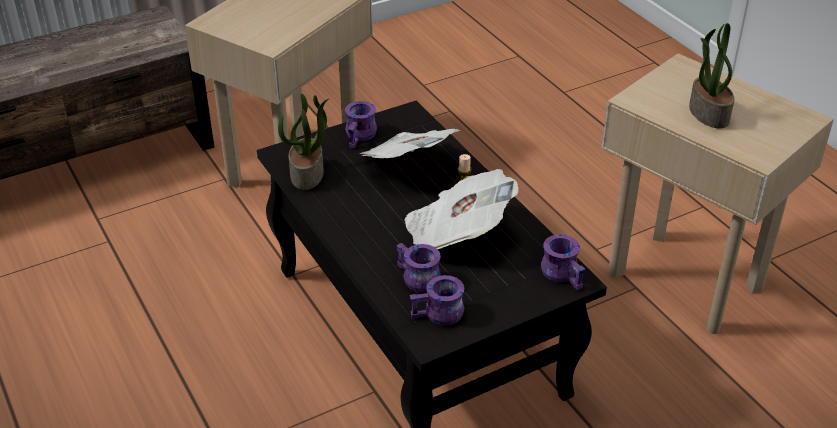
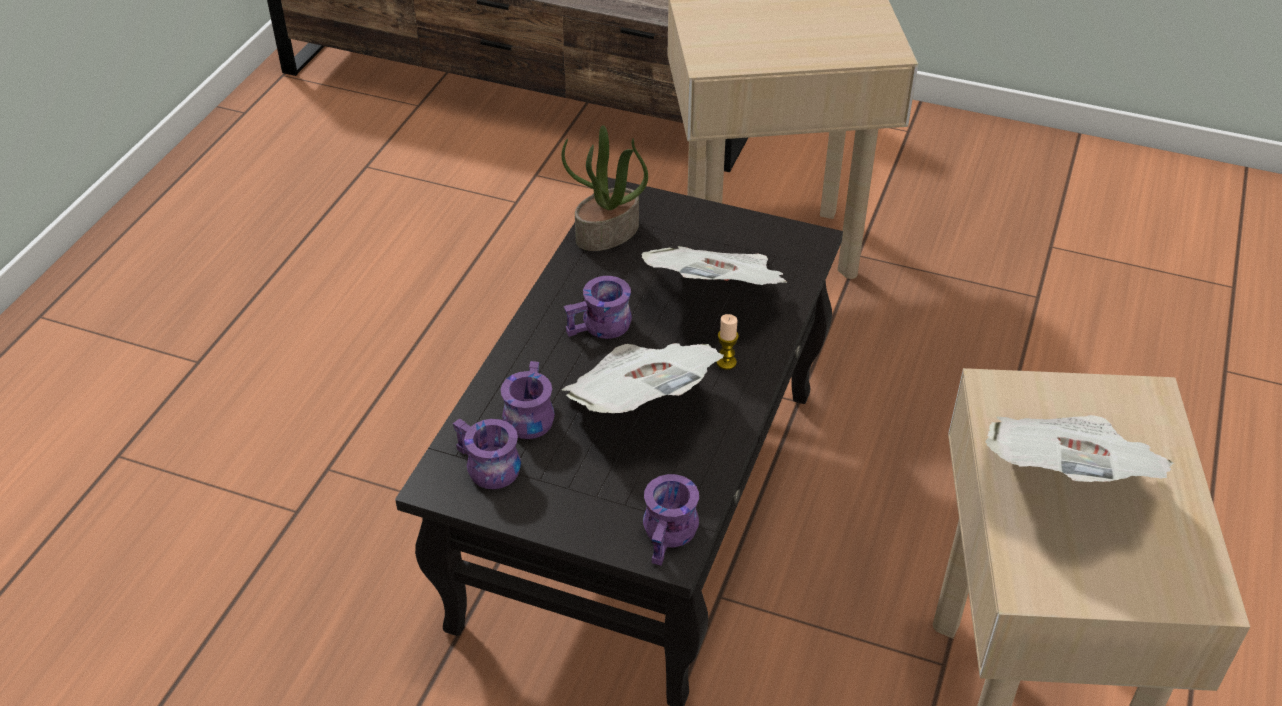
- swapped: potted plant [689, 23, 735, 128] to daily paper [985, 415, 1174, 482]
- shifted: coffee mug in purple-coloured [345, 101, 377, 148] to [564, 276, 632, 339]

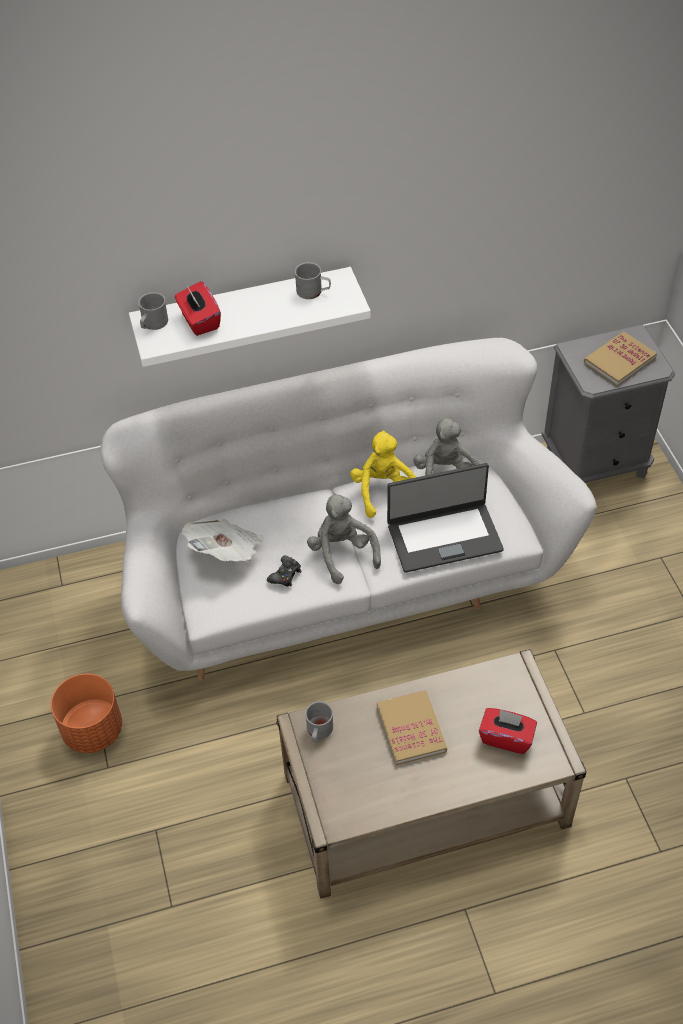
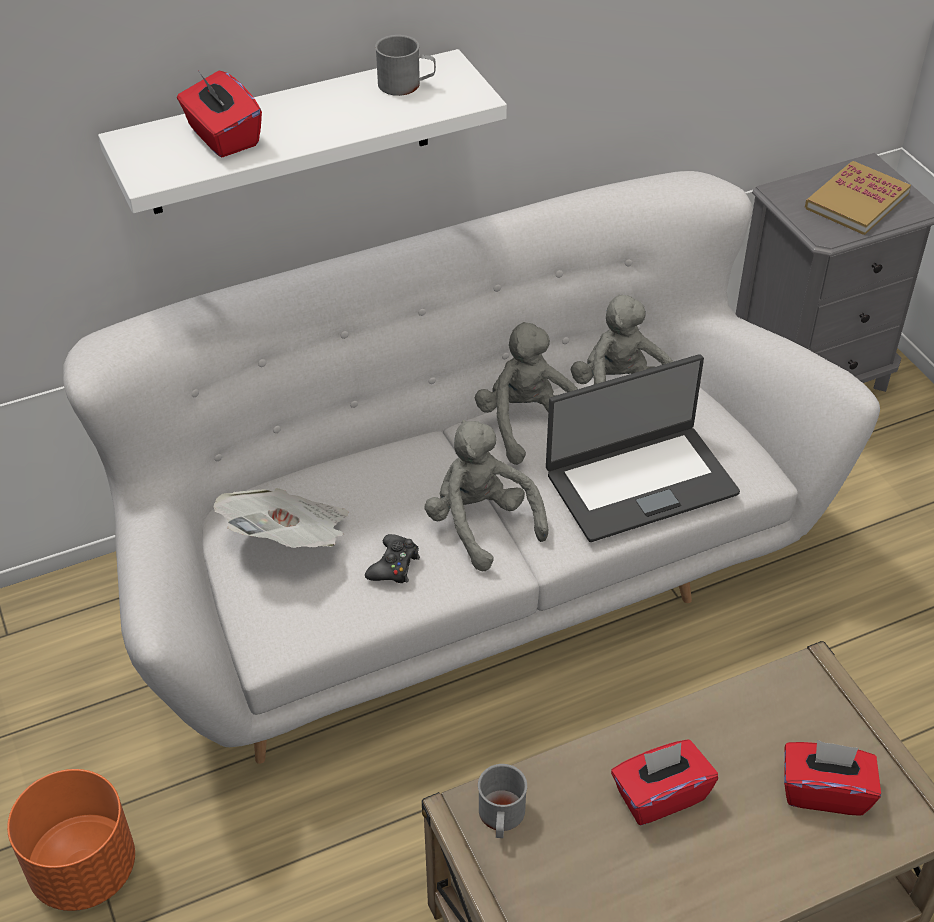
- gone: coffee mug in greyish [138, 292, 168, 330]
- repainted: soft toy in yellow-coloured [350, 430, 416, 518] to soft toy in greyish [475, 322, 578, 465]
- swapped: volume [377, 690, 447, 765] to tissue box in reddish [611, 740, 718, 825]

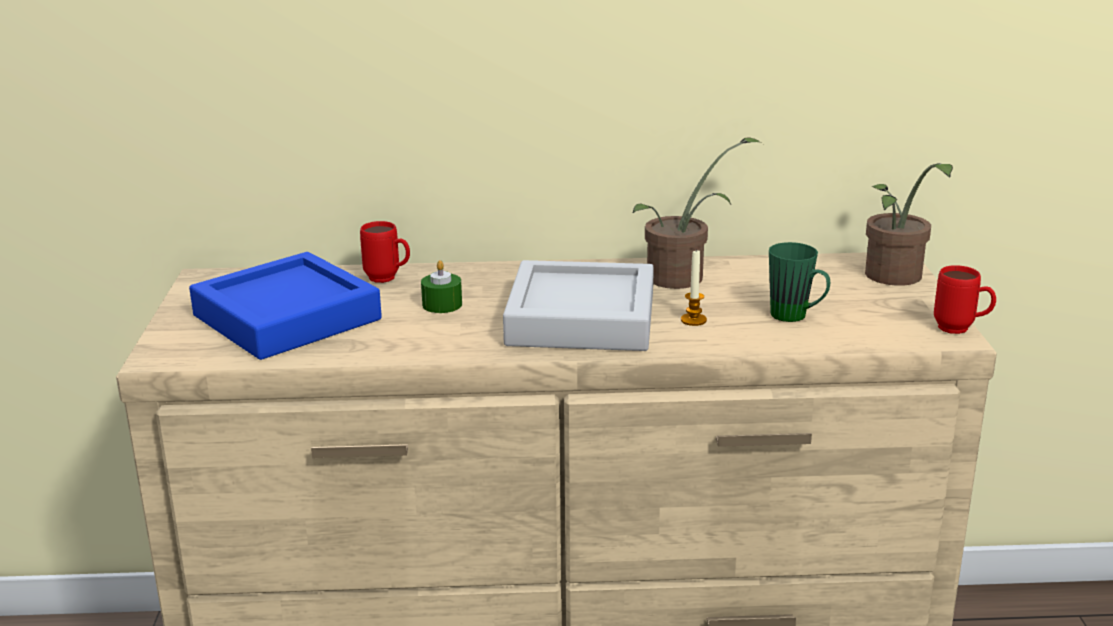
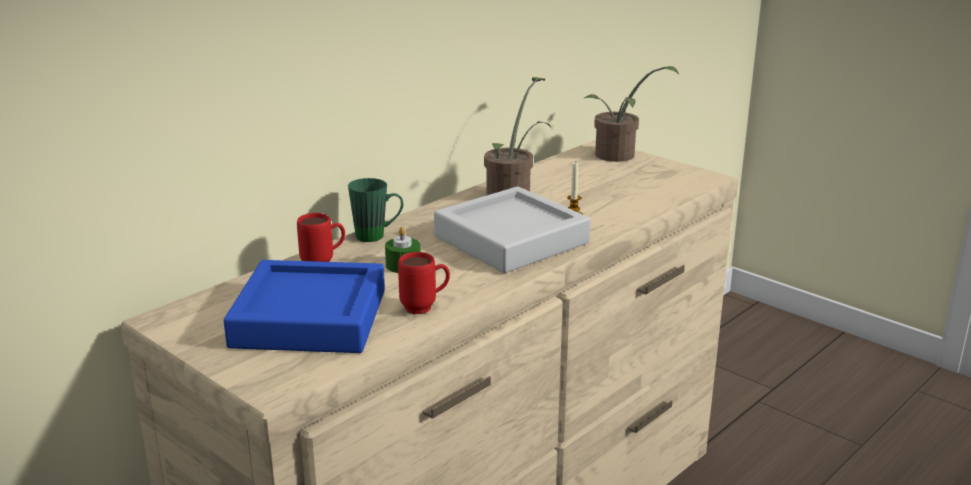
- shifted: coffee mug in green-coloured [769, 242, 830, 322] to [348, 178, 403, 242]
- shifted: coffee mug in reddish [934, 265, 996, 334] to [398, 252, 450, 314]

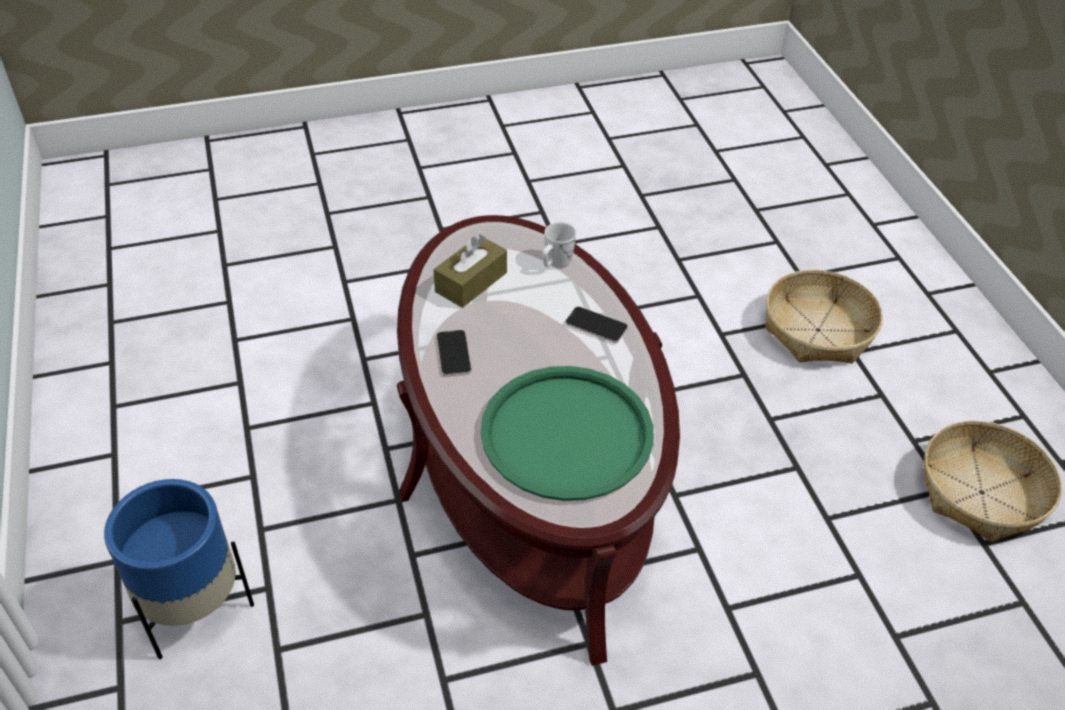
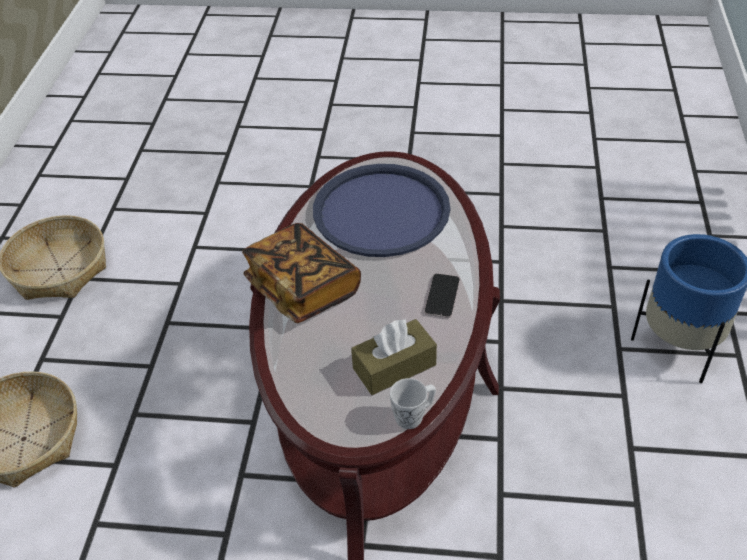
- shifted: coffee mug in white [542, 222, 576, 268] to [390, 378, 436, 429]
- swapped: phone [565, 306, 628, 343] to volume [242, 223, 361, 323]
- repainted: carrying tray in green-coloured [481, 366, 654, 501] to carrying tray in blue [313, 164, 450, 257]

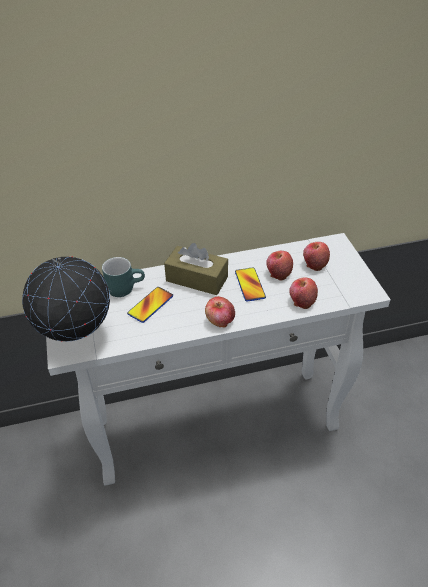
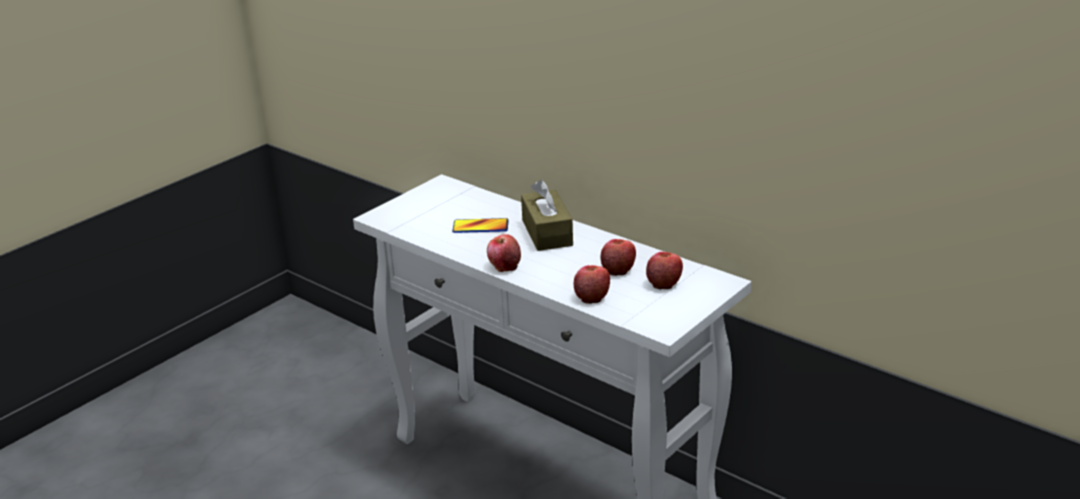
- gone: globe [22, 257, 110, 342]
- gone: coffee mug in blue-green [102, 257, 145, 297]
- gone: phone [235, 267, 266, 302]

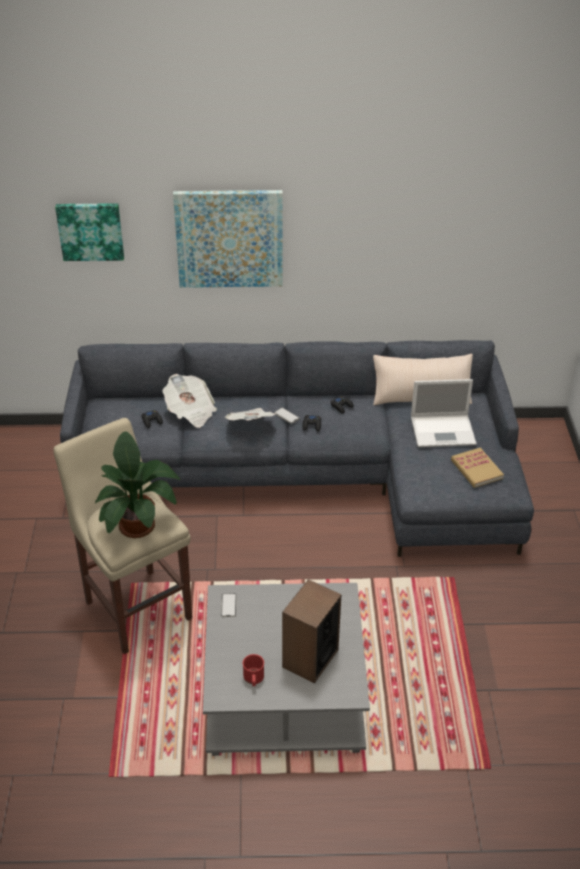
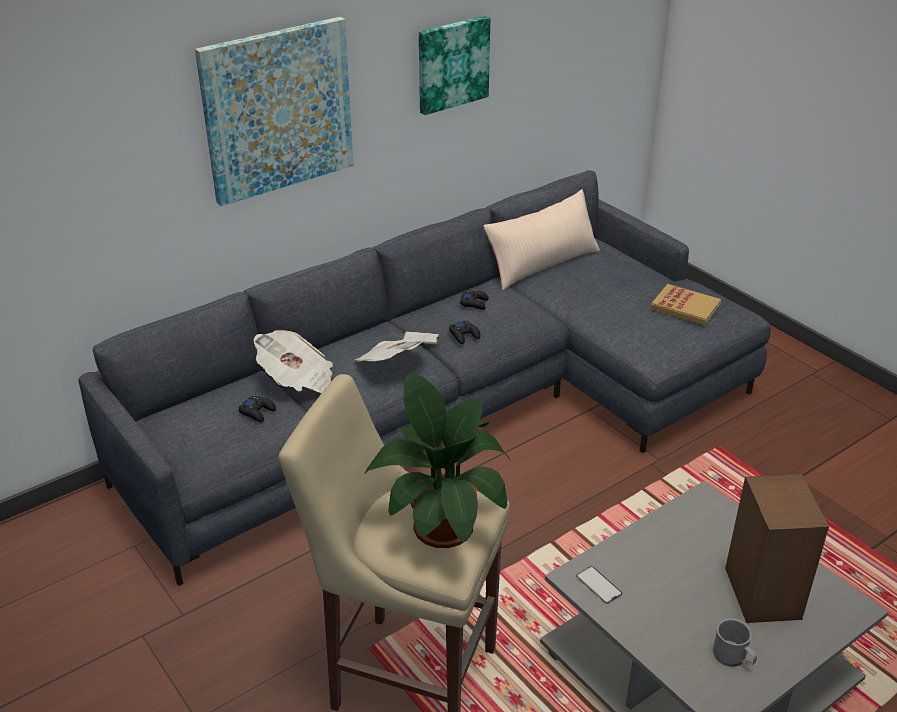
- shifted: wall picture [55, 203, 124, 261] to [419, 16, 490, 115]
- gone: portable computer [411, 379, 477, 447]
- repainted: coffee mug in reddish [243, 654, 264, 686] to coffee mug in greyish [713, 619, 757, 667]

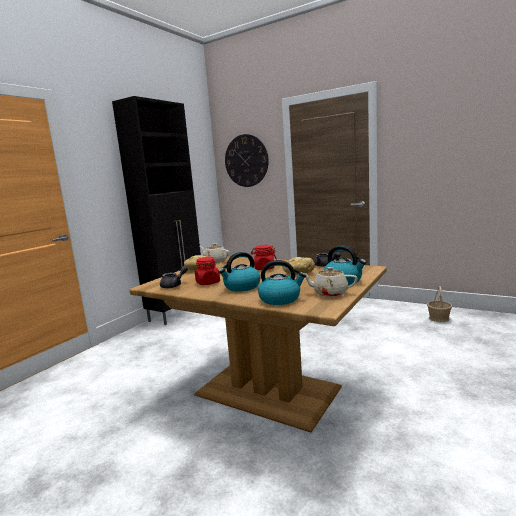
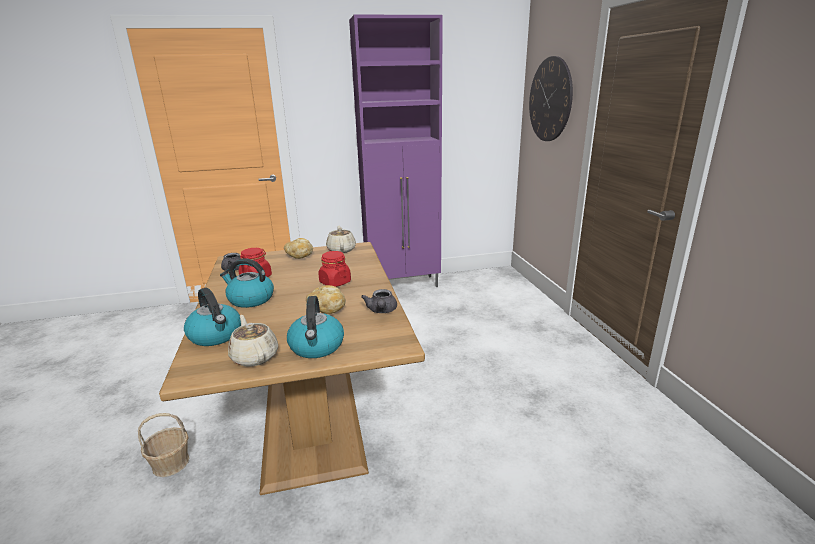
- repainted: cabinet in blackish [112, 96, 201, 325] to cabinet in purple-coloured [349, 14, 443, 287]
- shifted: basket [427, 286, 452, 322] to [138, 413, 189, 477]

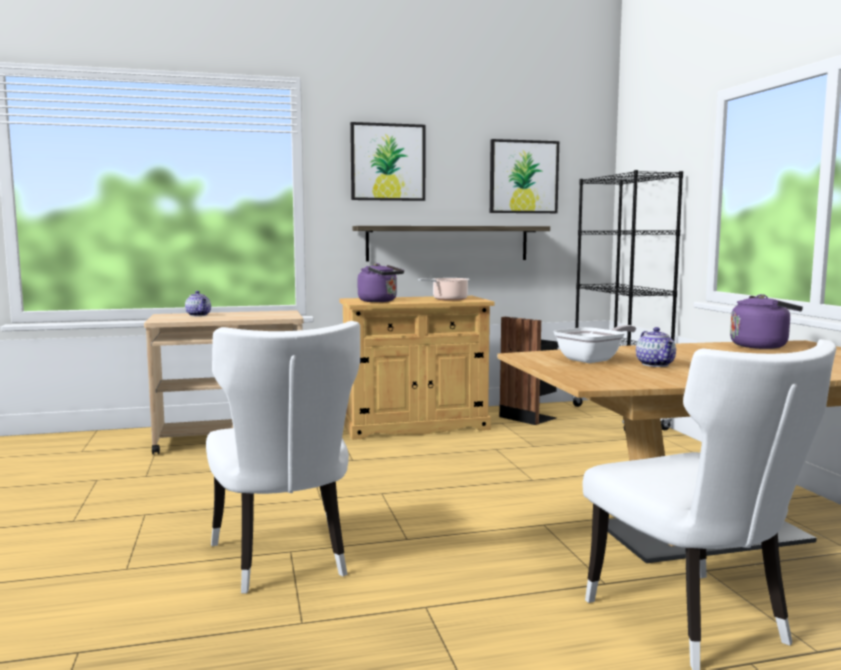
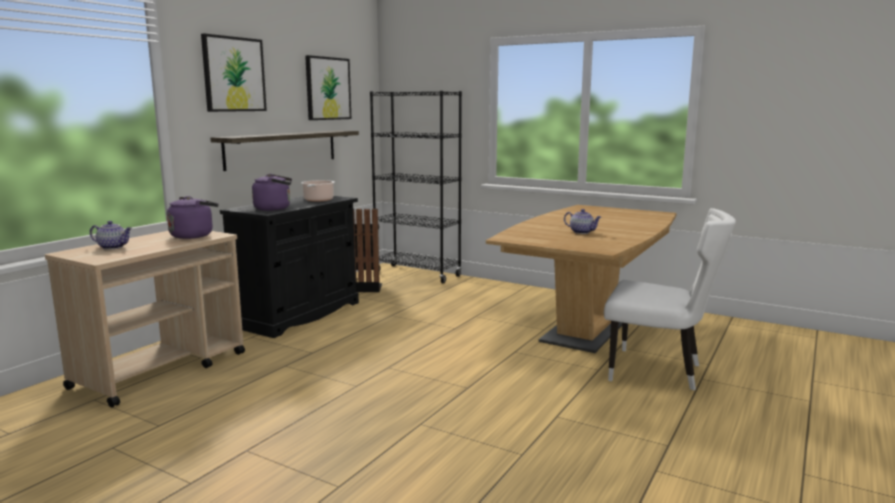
- shifted: tea kettle in purple-coloured [730, 294, 803, 349] to [167, 196, 219, 239]
- repainted: cabinet in beige [340, 296, 495, 440] to cabinet in blackish [220, 196, 359, 338]
- gone: chair in white [206, 321, 360, 594]
- gone: skillet [553, 325, 636, 363]

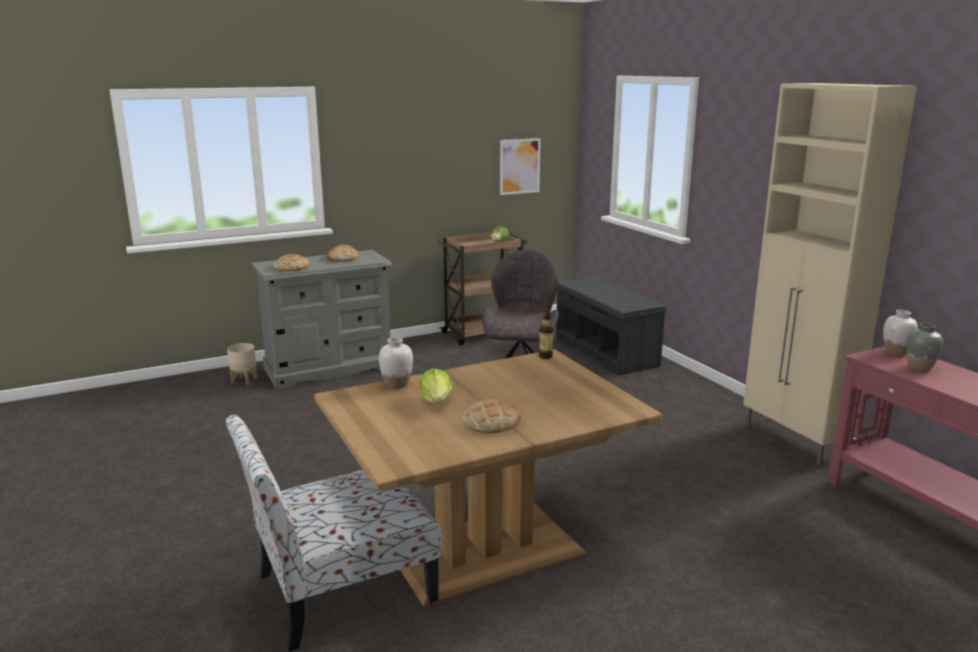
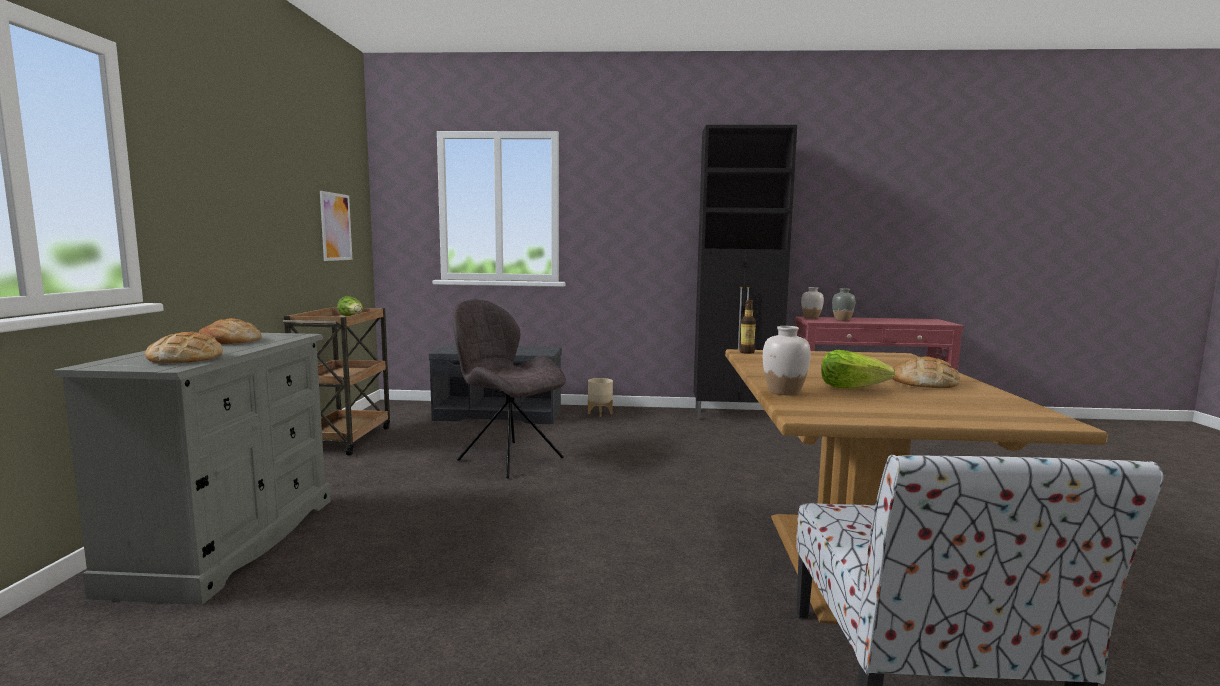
- repainted: cabinet in beige [743, 83, 917, 465] to cabinet in blackish [693, 125, 797, 419]
- shifted: flower pot in beige [227, 343, 257, 385] to [588, 378, 613, 417]

